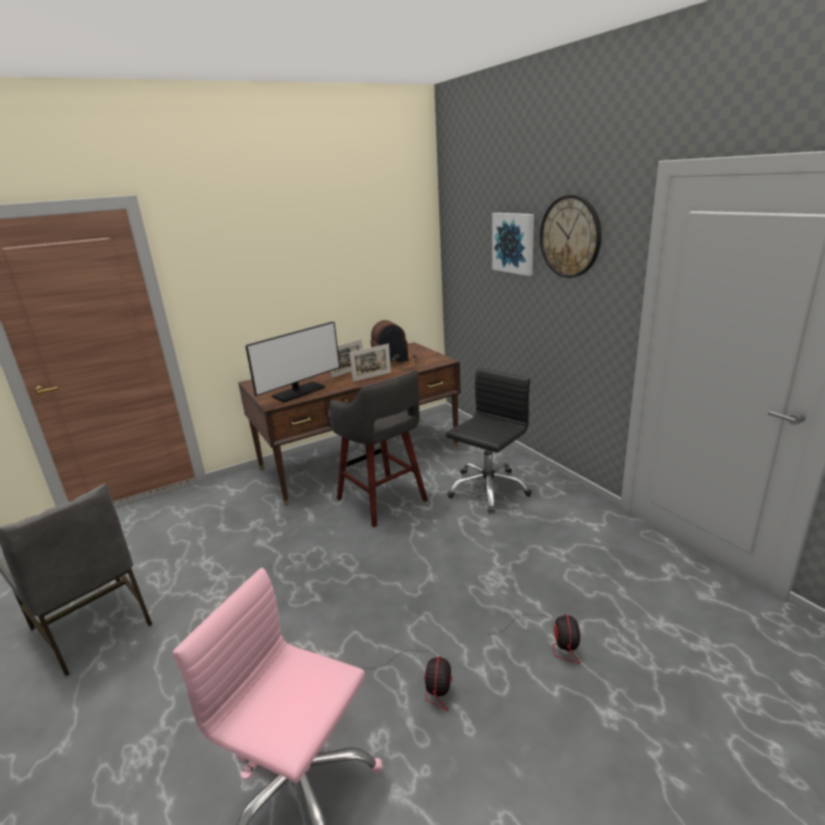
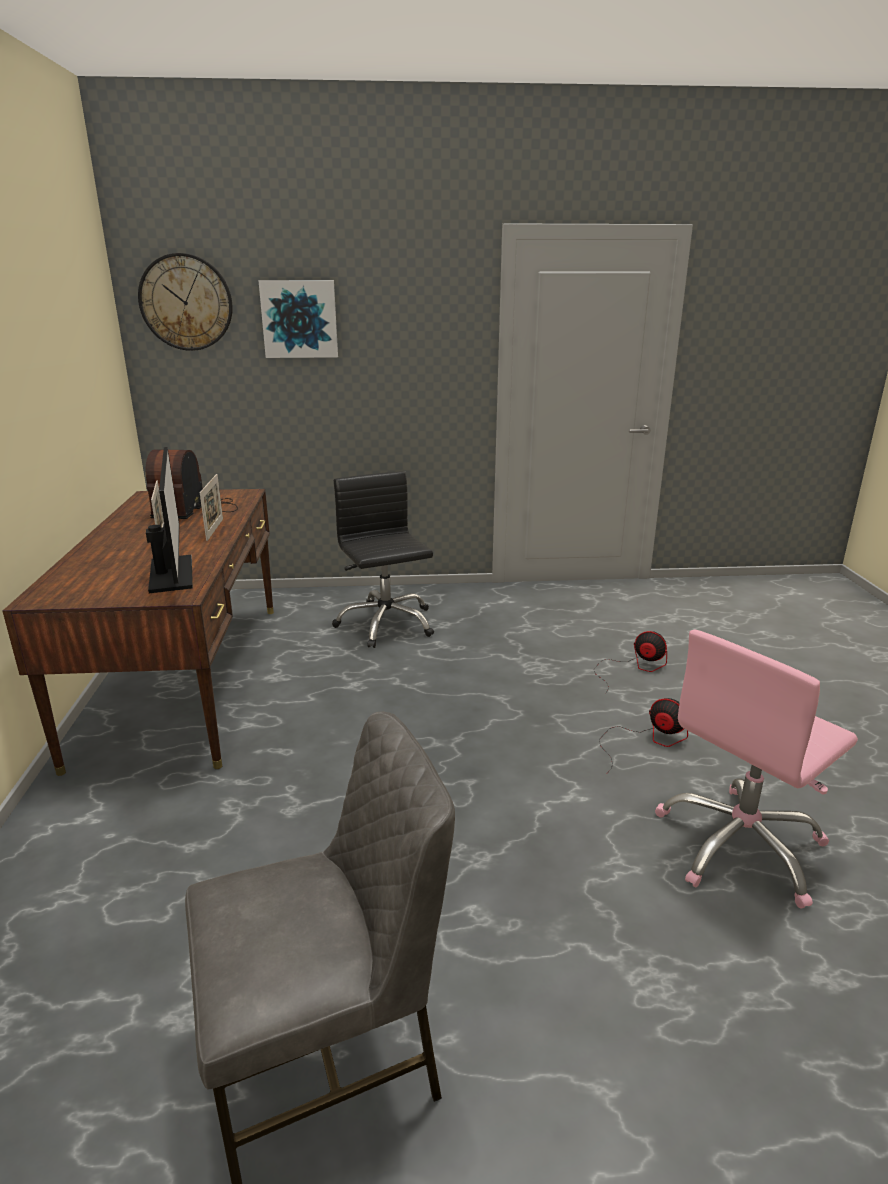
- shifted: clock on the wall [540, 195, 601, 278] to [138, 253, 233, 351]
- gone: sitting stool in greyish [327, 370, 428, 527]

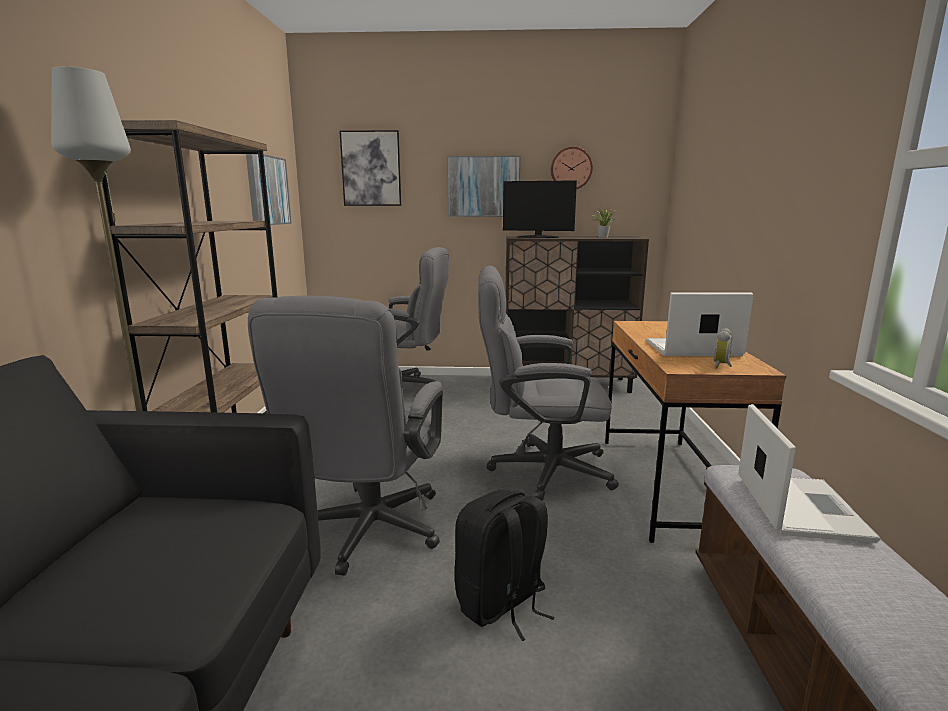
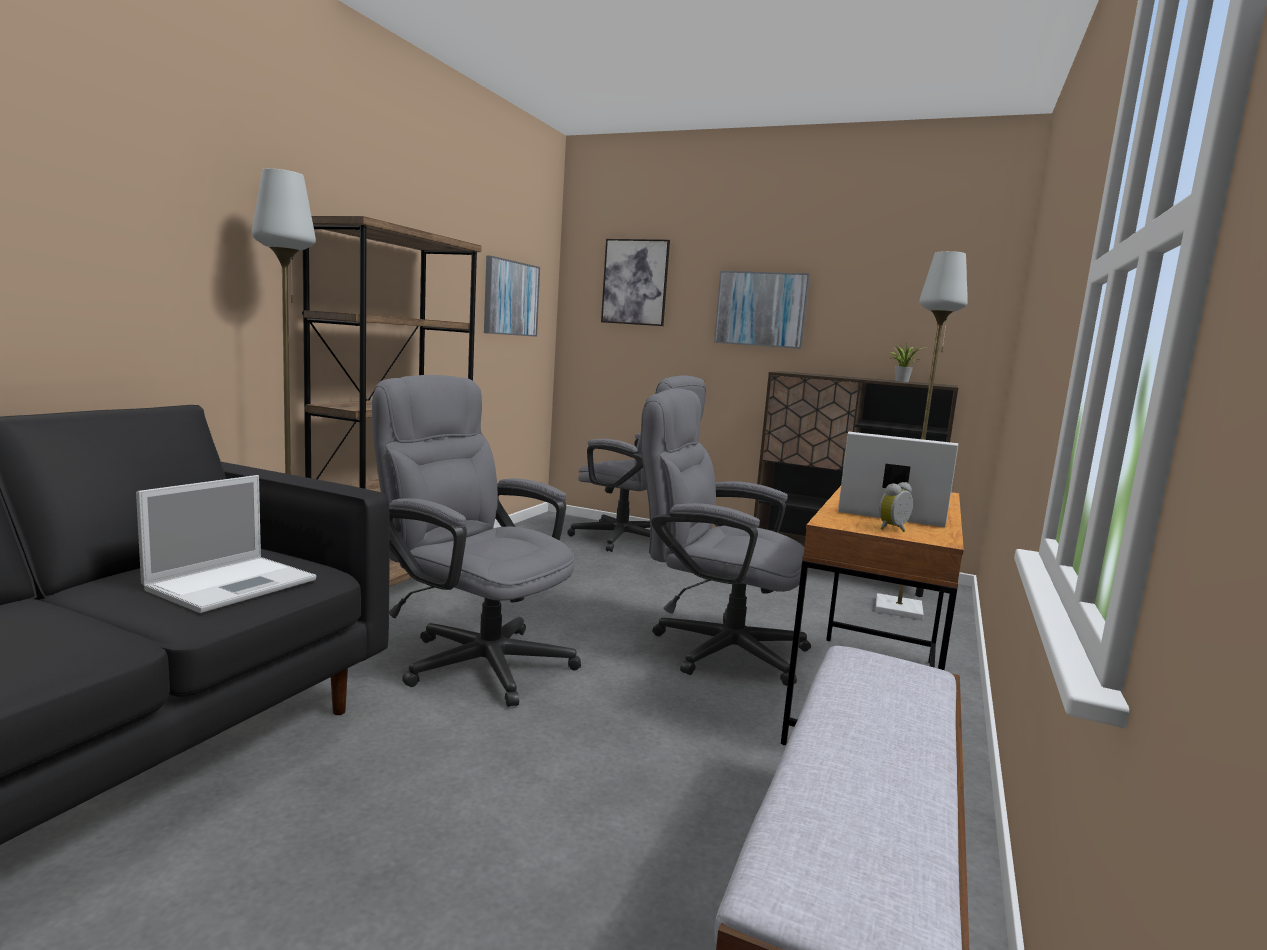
- gone: clock on the wall [551, 147, 593, 189]
- gone: monitor [503, 180, 577, 238]
- rotated: desk chair in greyish [248, 296, 443, 576] = [372, 375, 581, 707] 90 degrees clockwise
- shifted: portable computer [738, 404, 880, 543] to [136, 475, 316, 613]
- gone: knapsack in blackish [455, 490, 554, 641]
- new: standard lamp in greyish [875, 251, 968, 620]

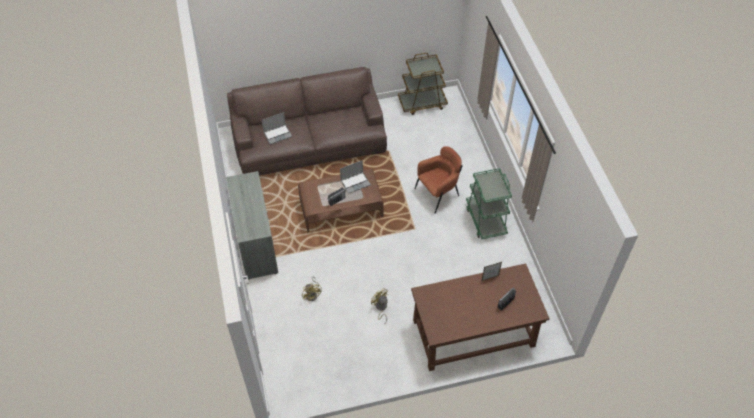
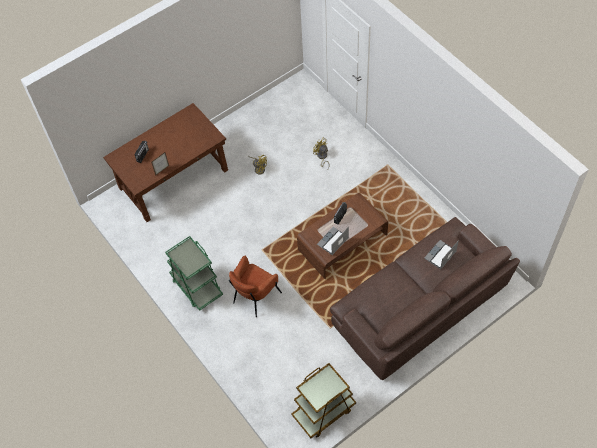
- gone: cabinet in greyish [226, 171, 278, 280]

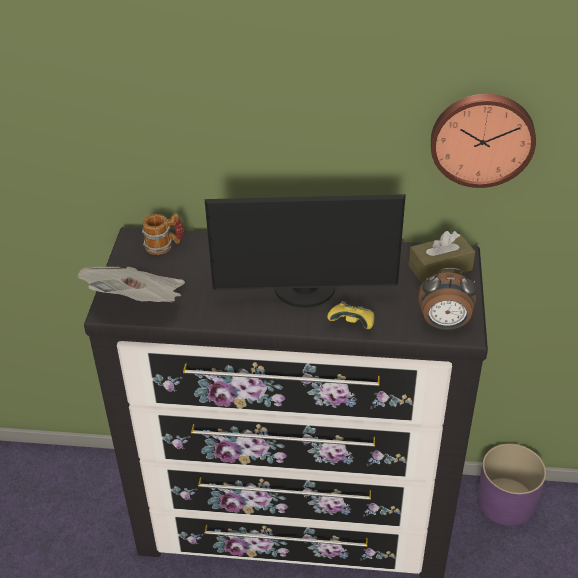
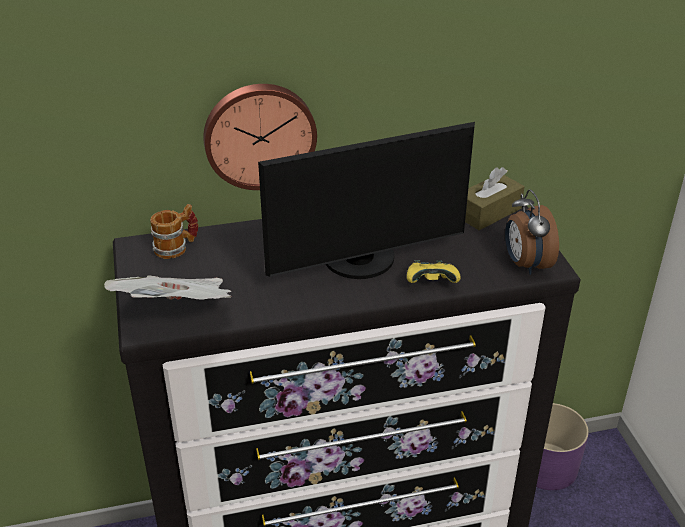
- shifted: clock on the wall [431, 94, 536, 188] to [203, 84, 317, 190]
- rotated: alarm clock [418, 268, 477, 330] = [505, 190, 559, 275] 90 degrees clockwise

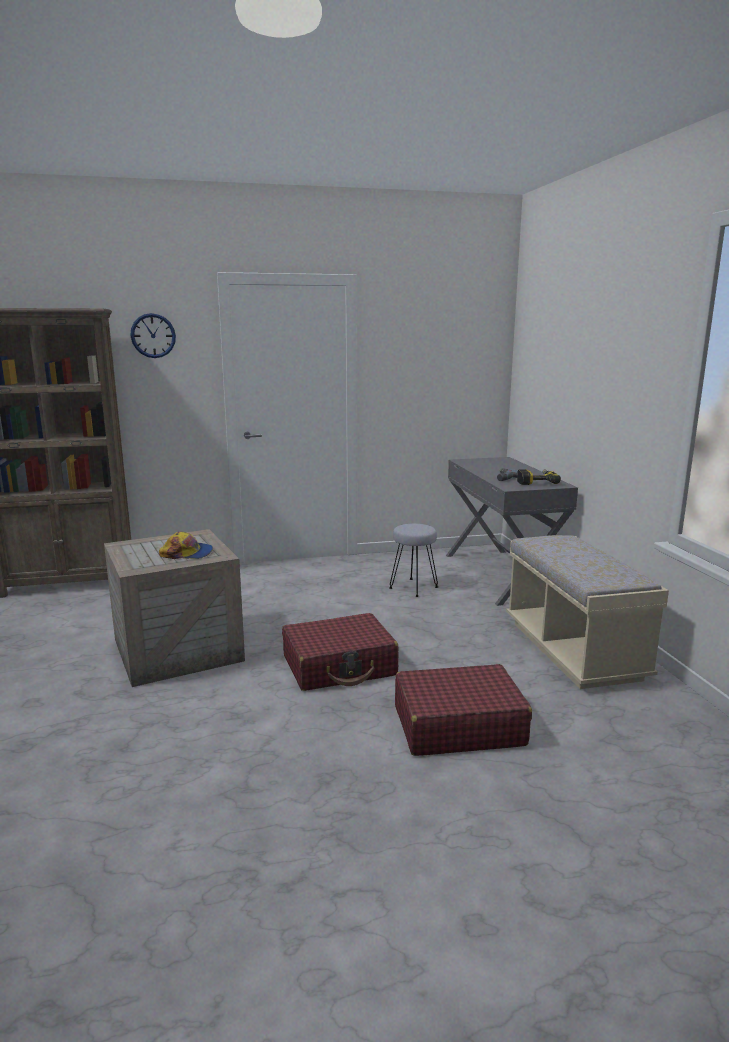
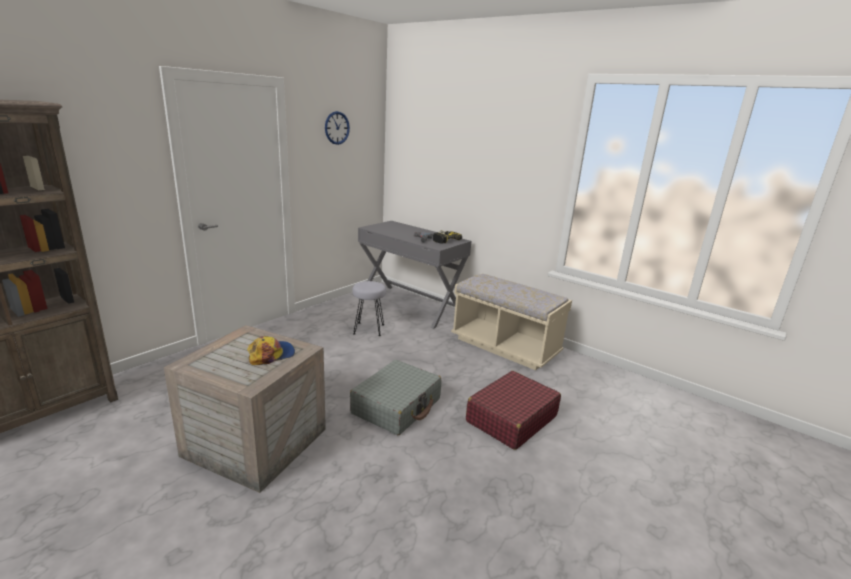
- shifted: clock on the wall [131, 313, 176, 358] to [325, 111, 350, 145]
- repainted: travel case in reddish [282, 613, 398, 691] to travel case in greyish [350, 360, 441, 435]

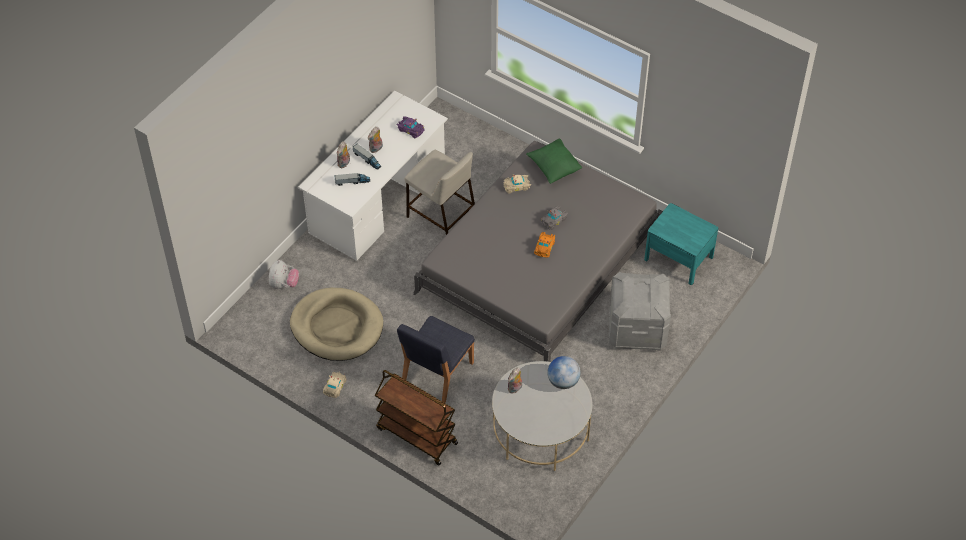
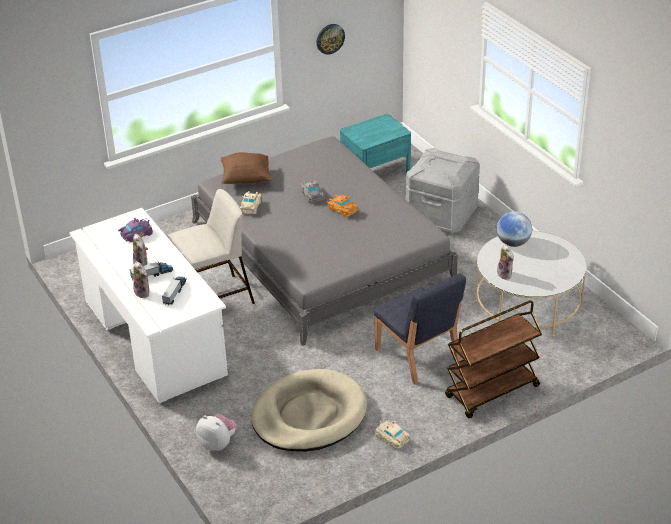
- repainted: throw pillow in green-coloured [526, 138, 582, 184] to throw pillow in brownish [220, 152, 272, 184]
- new: clock on the wall [317, 24, 345, 55]

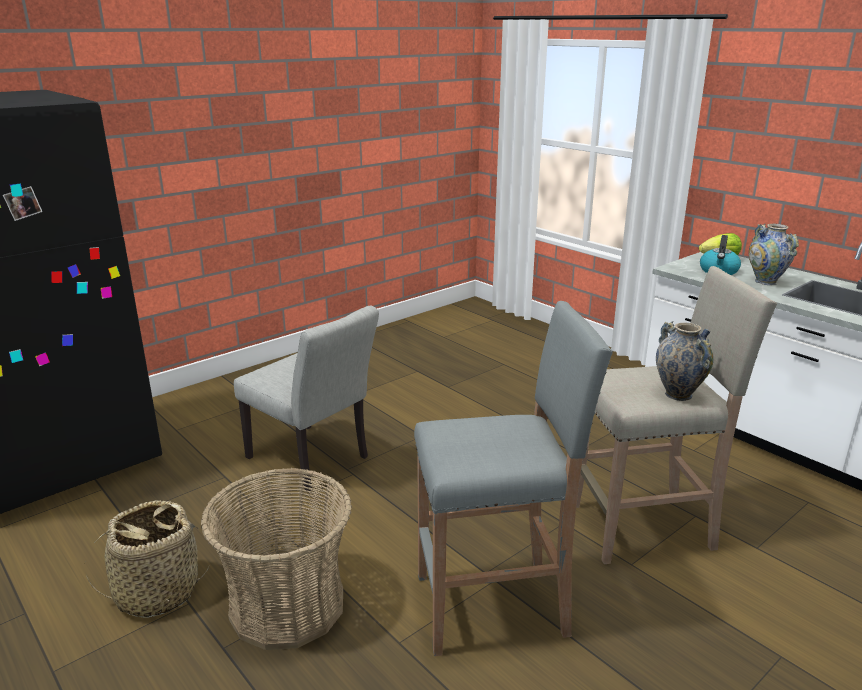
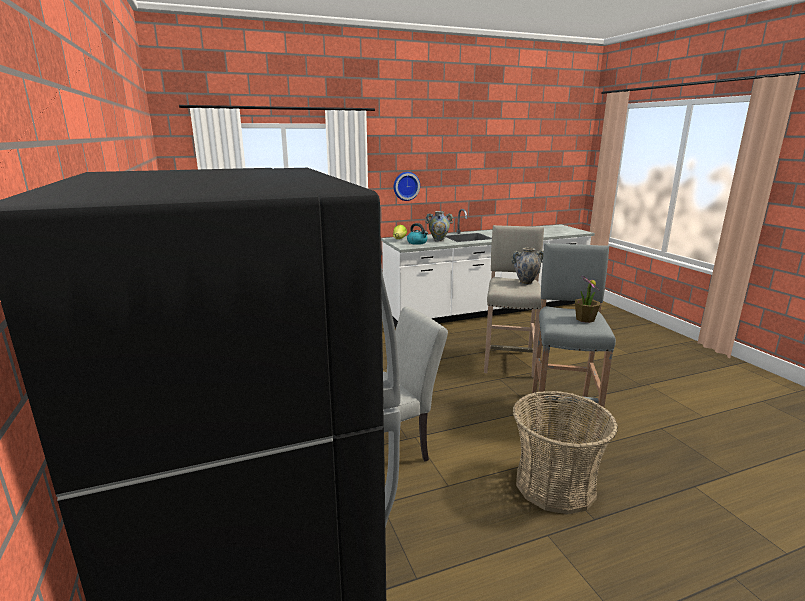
- gone: basket [85, 500, 209, 618]
- new: clock on the wall [394, 172, 420, 201]
- new: potted plant [575, 275, 600, 323]

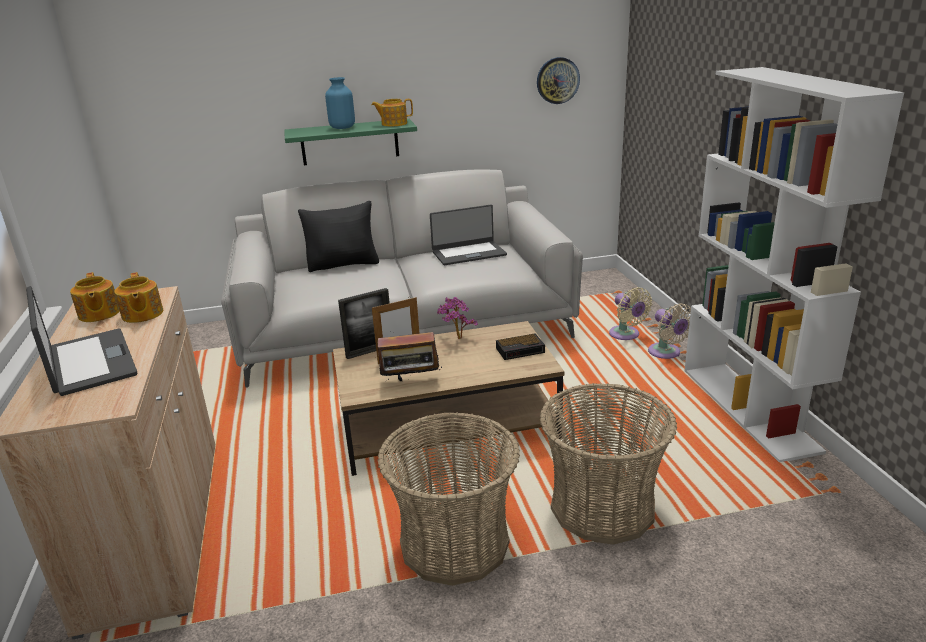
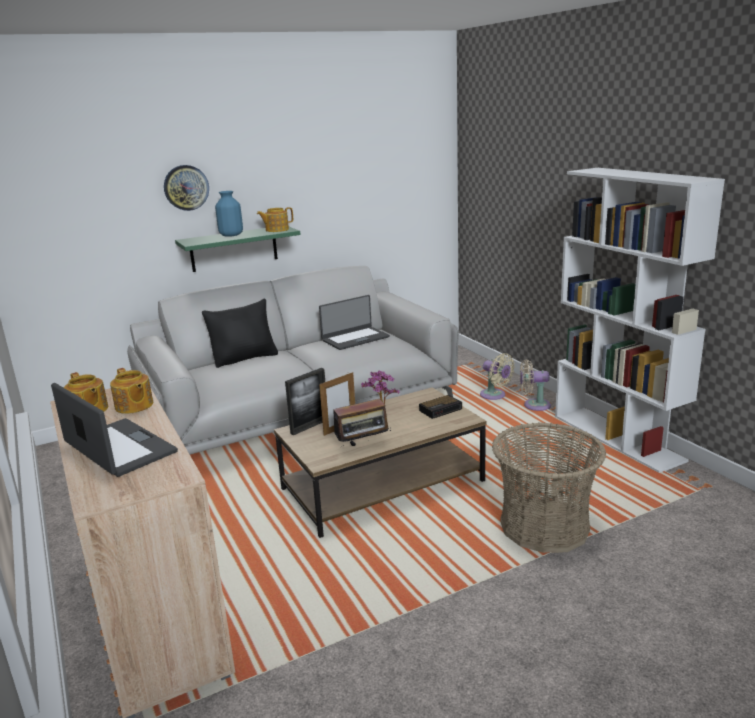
- shifted: clock on the wall [537, 57, 580, 104] to [164, 165, 209, 211]
- rotated: cooling fan in beige [648, 304, 691, 359] = [520, 359, 551, 411] 135 degrees clockwise
- gone: basket [377, 412, 520, 586]

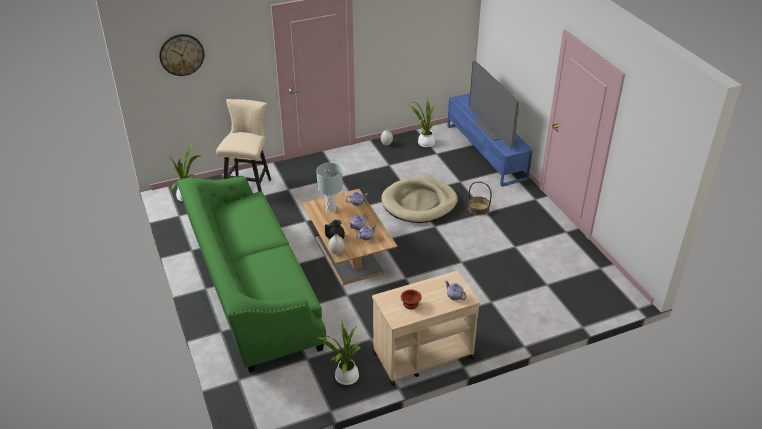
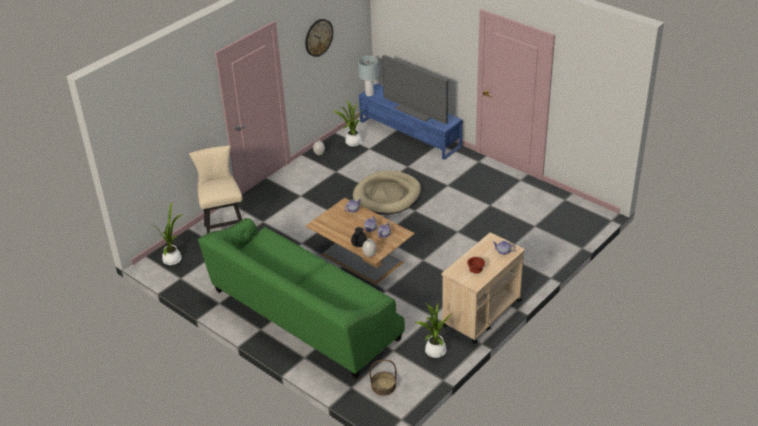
- shifted: clock on the wall [159, 34, 204, 76] to [305, 19, 333, 57]
- shifted: tabletop lamp in greyish [316, 163, 343, 212] to [358, 56, 379, 96]
- shifted: basket [468, 182, 492, 215] to [370, 360, 396, 396]

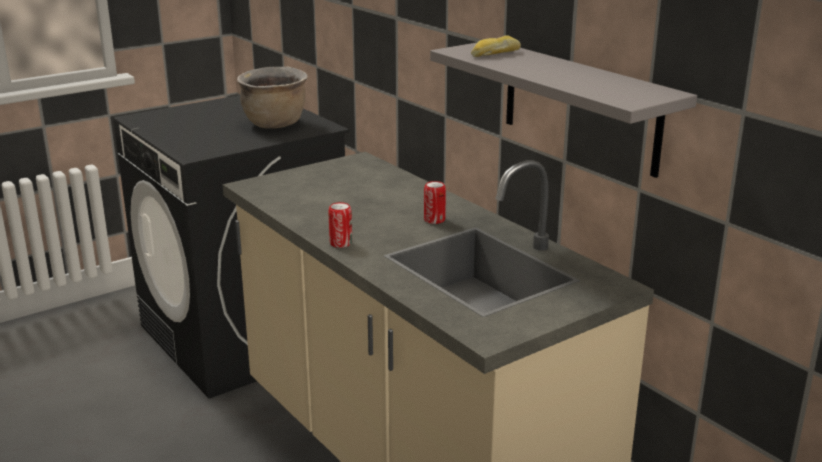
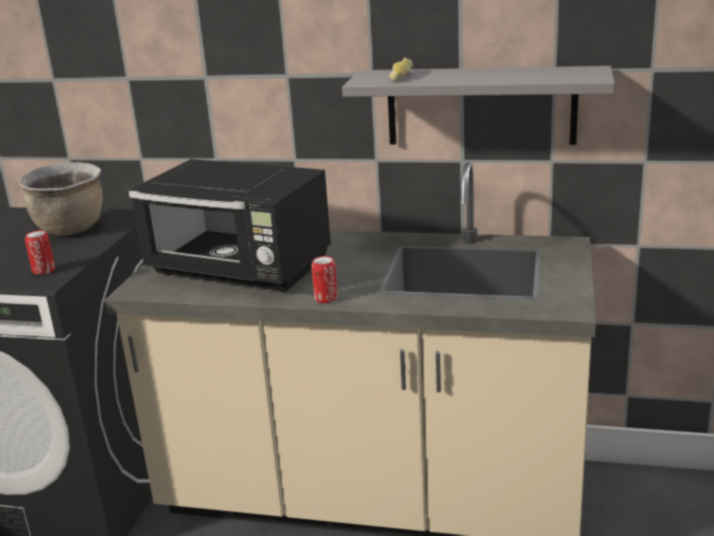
- shifted: can [424, 181, 446, 224] to [25, 230, 55, 275]
- new: microwave in blackish [129, 159, 331, 292]

